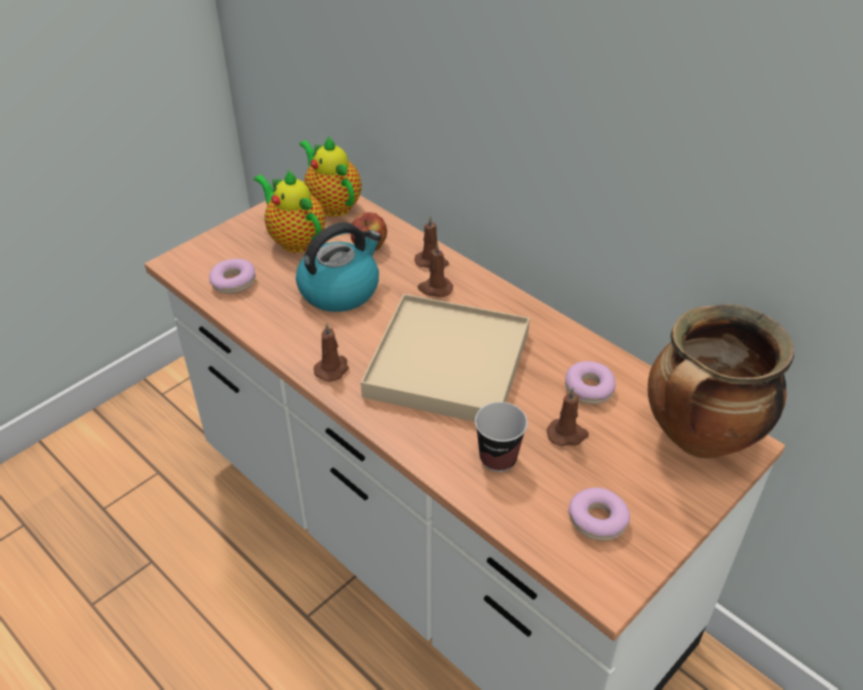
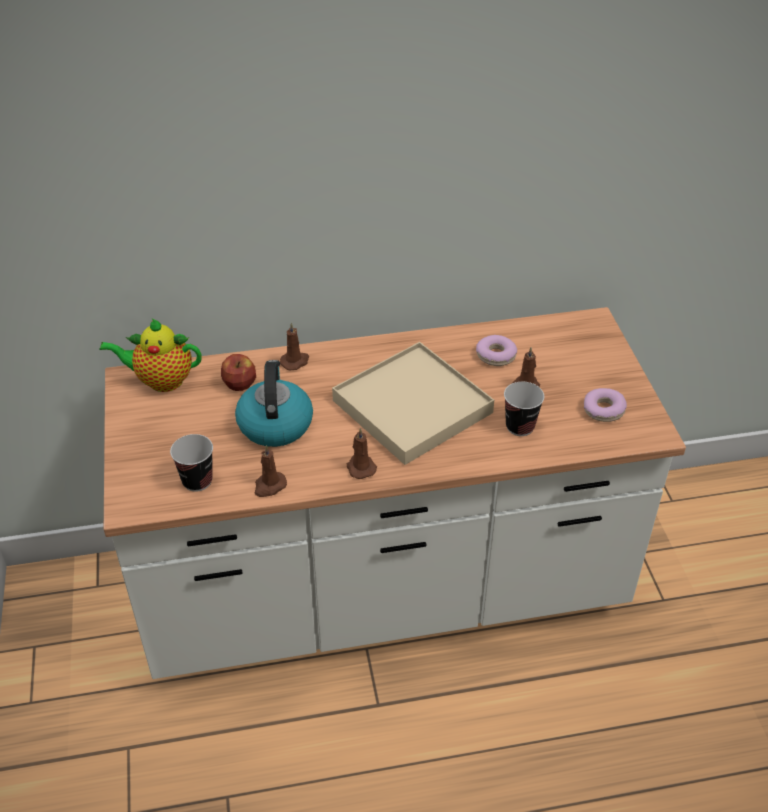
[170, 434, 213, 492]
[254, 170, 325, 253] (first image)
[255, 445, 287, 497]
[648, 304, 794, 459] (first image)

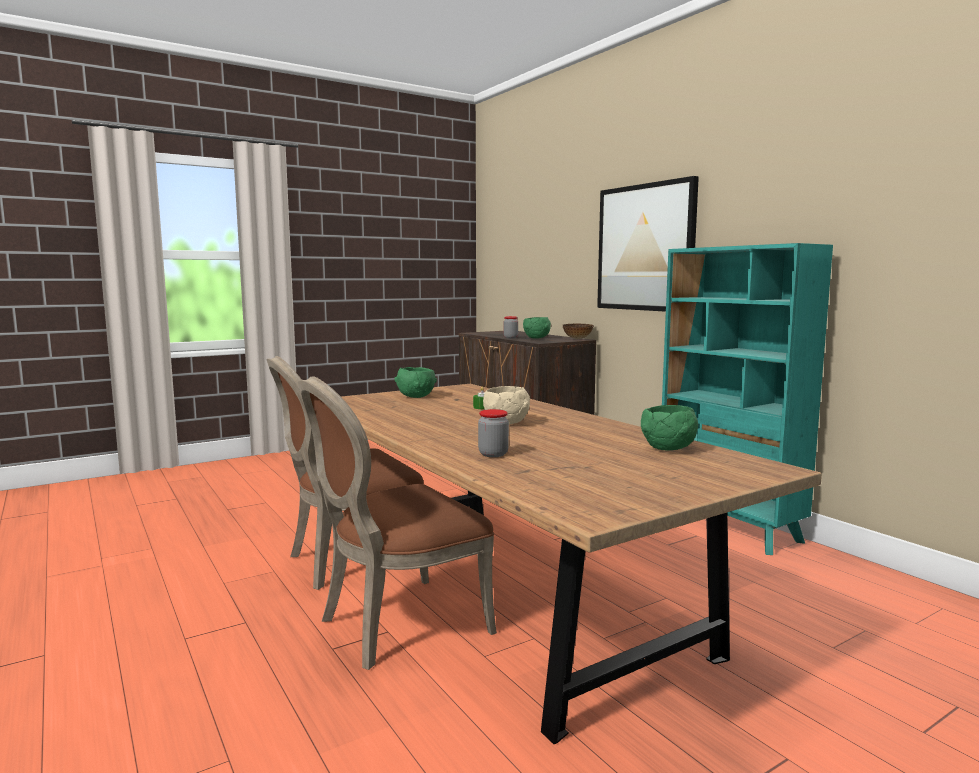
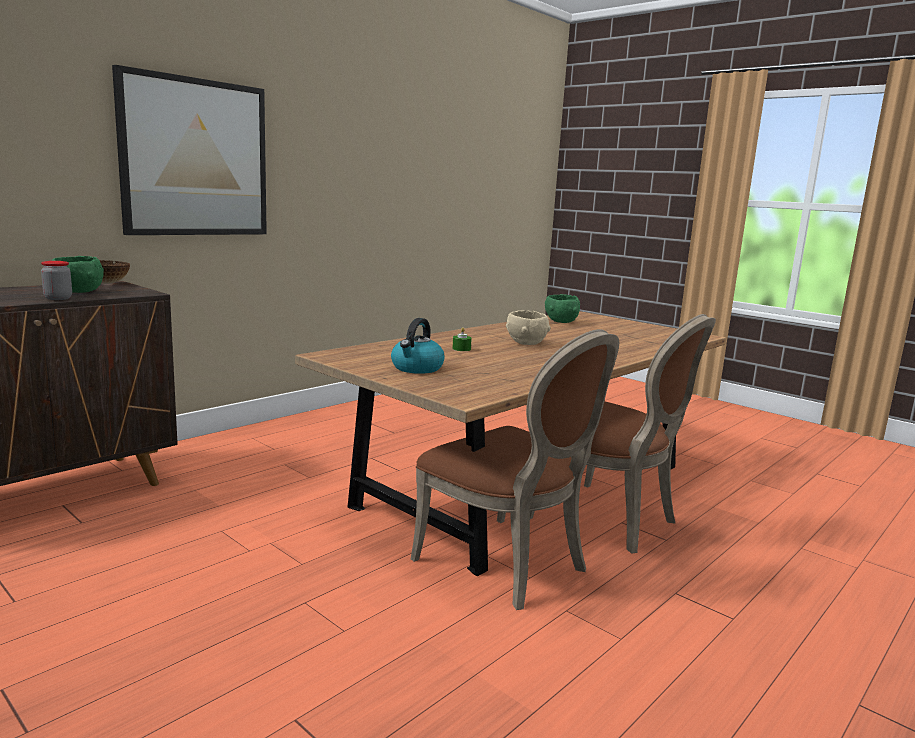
[391, 318, 444, 374]
[478, 409, 509, 457] (first image)
[662, 243, 833, 555] (first image)

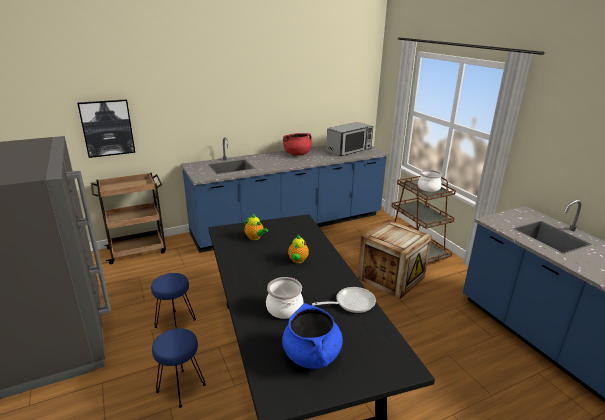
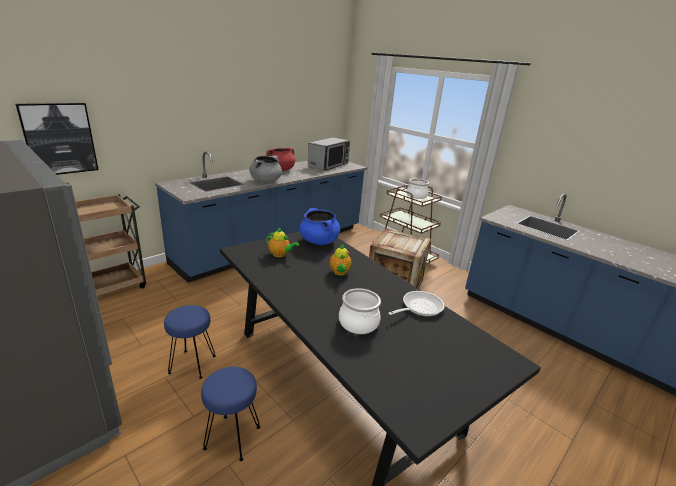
[300, 208, 340, 245]
[249, 155, 282, 183]

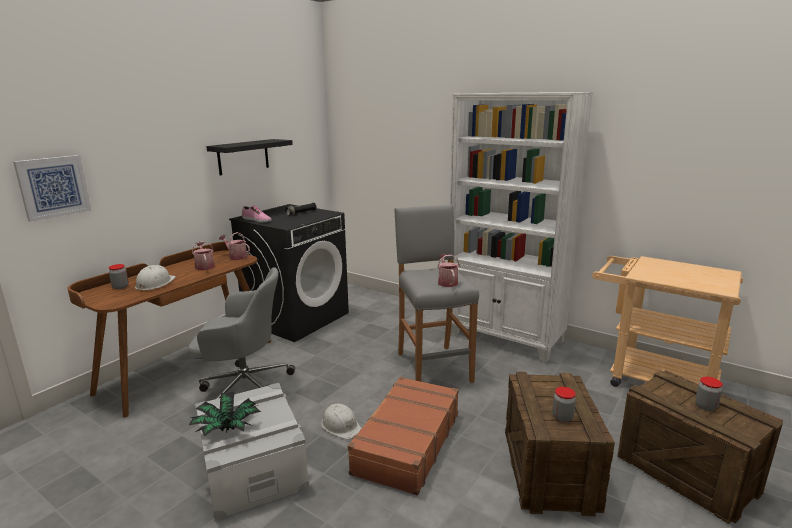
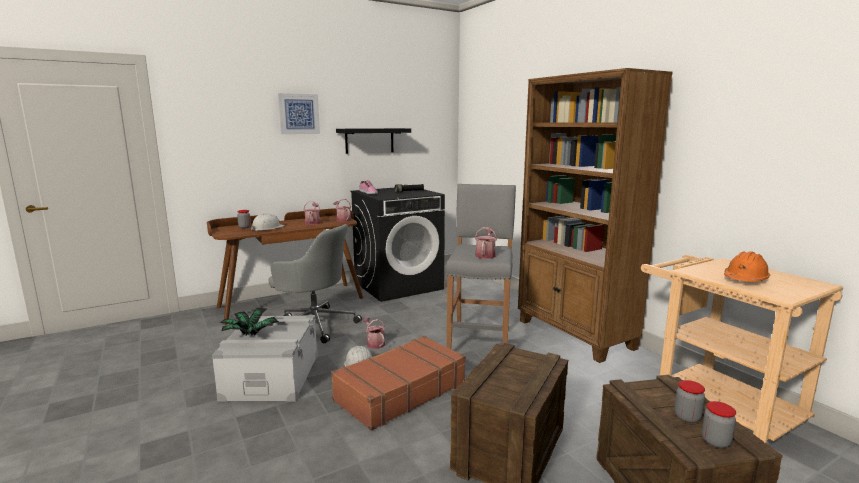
[278, 93, 320, 134]
[518, 68, 673, 363]
[702, 401, 736, 448]
[363, 318, 385, 349]
[724, 251, 770, 282]

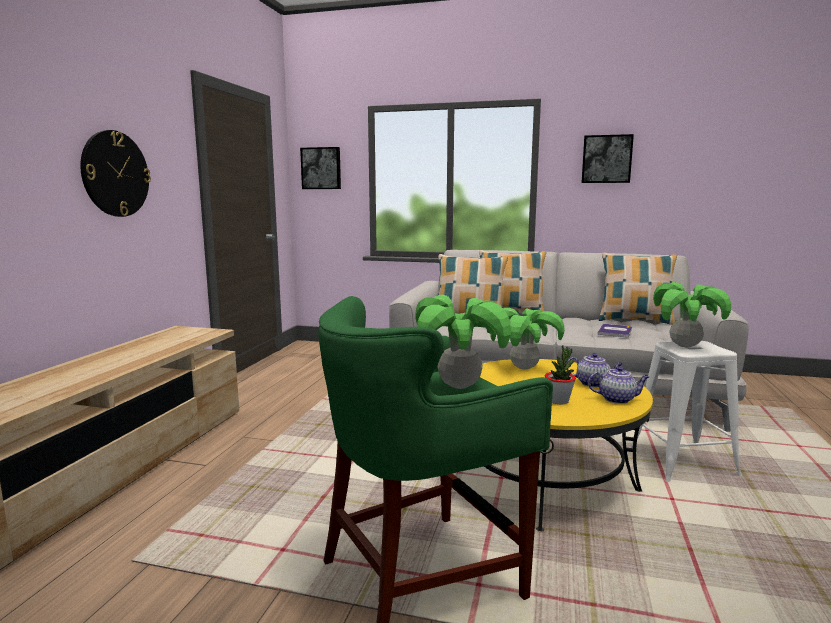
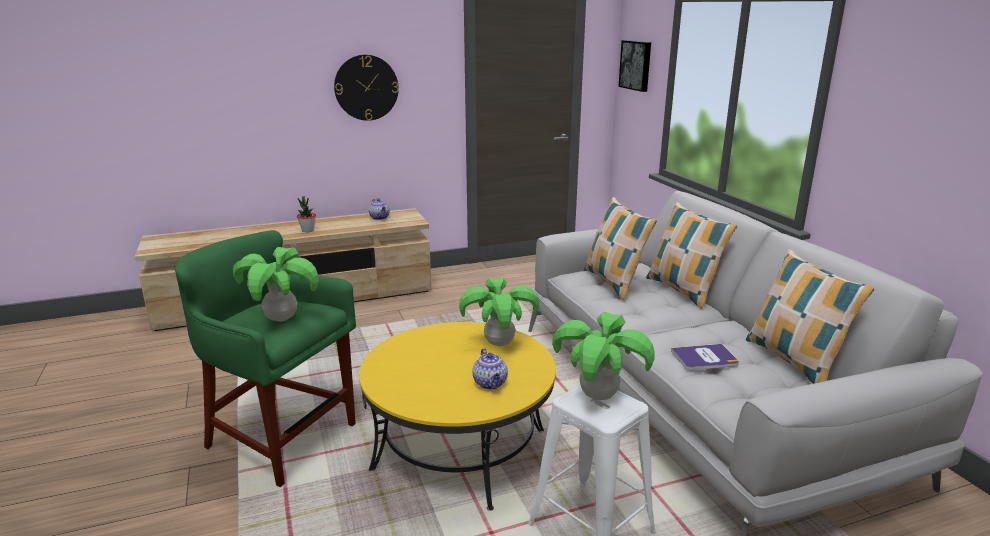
[297, 196, 316, 232]
[582, 134, 634, 183] (first image)
[368, 198, 390, 220]

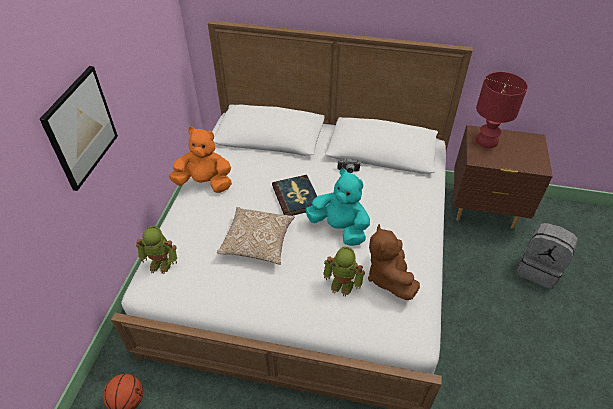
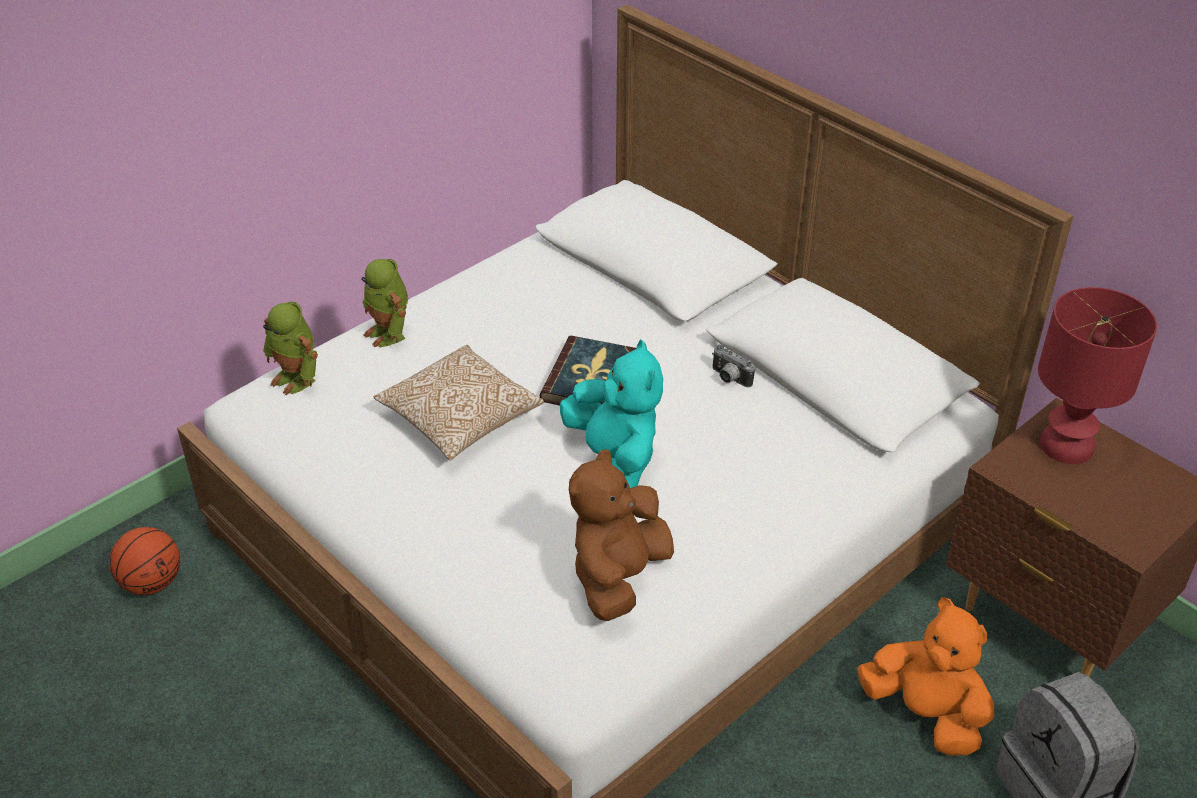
[40, 66, 118, 191] (first image)
[857, 597, 994, 756]
[361, 259, 408, 347]

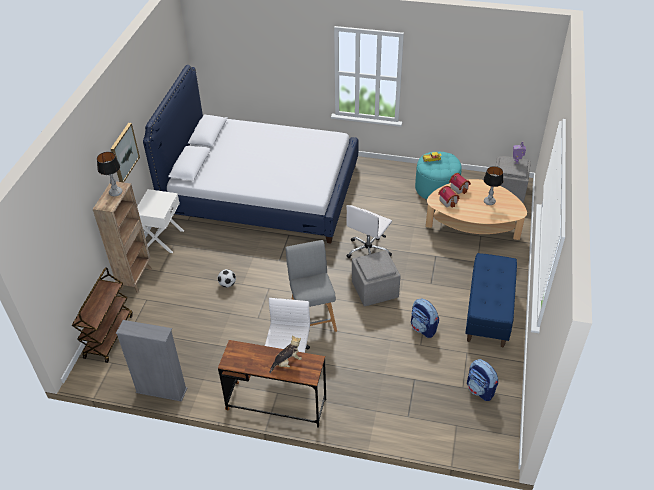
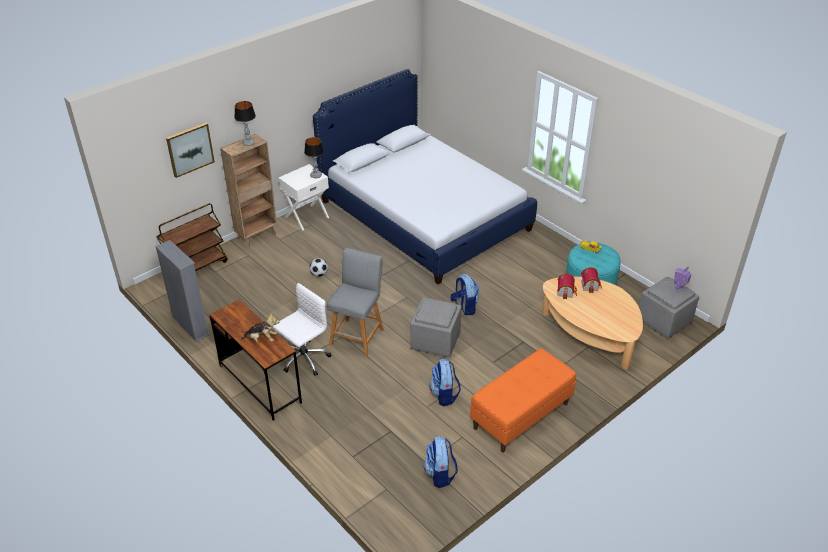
[166, 123, 215, 178]
[450, 274, 479, 316]
[470, 349, 576, 452]
[304, 137, 324, 178]

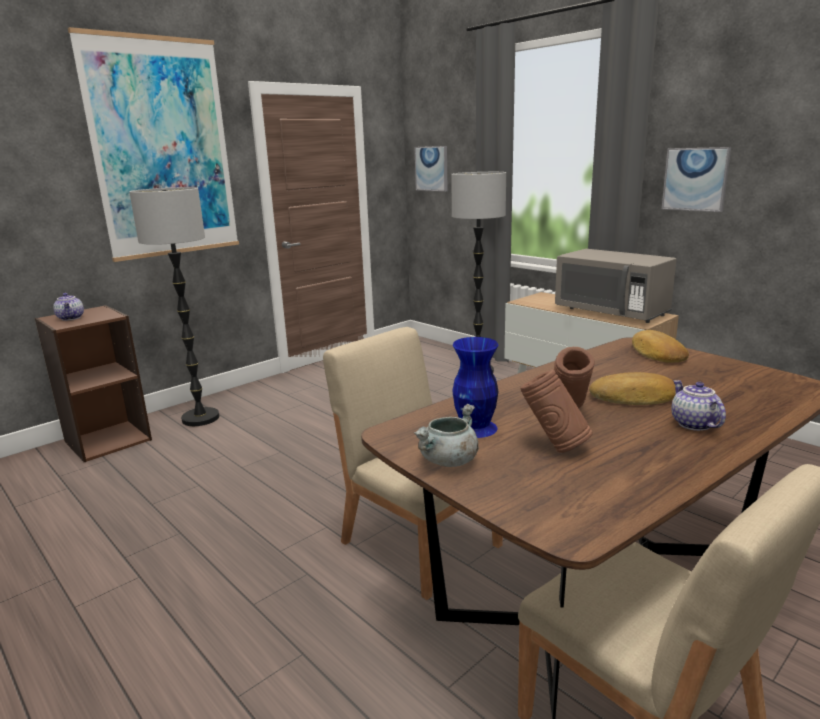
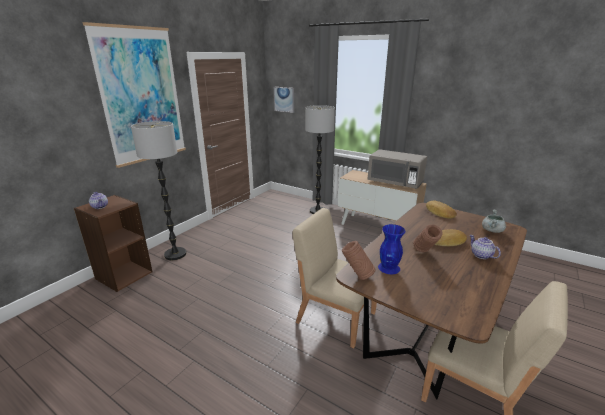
[482, 209, 506, 233]
[342, 241, 376, 280]
[662, 147, 731, 212] (first image)

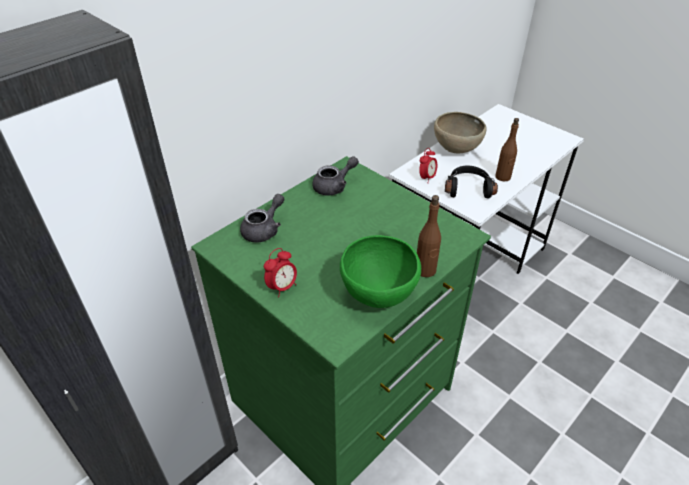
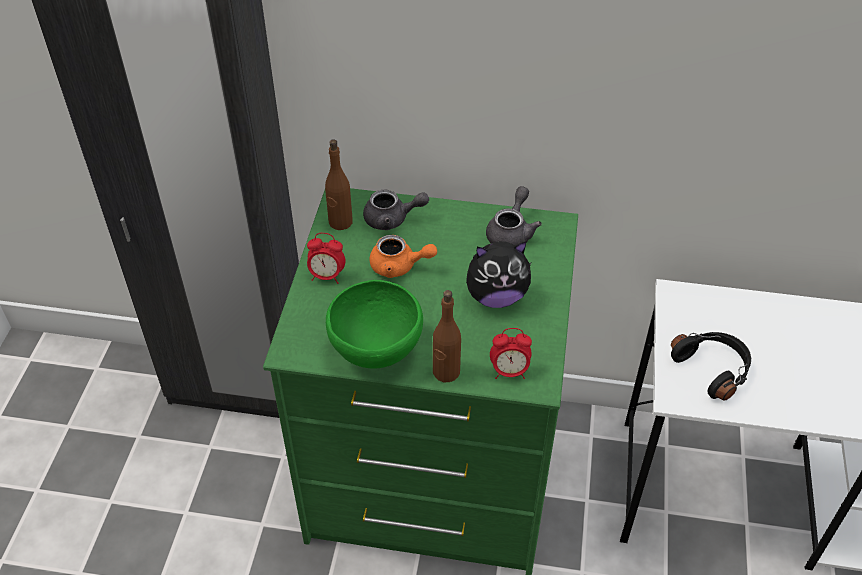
[486, 186, 542, 246]
[490, 328, 532, 379]
[434, 112, 487, 154] (first image)
[325, 139, 353, 230]
[369, 235, 437, 278]
[466, 241, 531, 308]

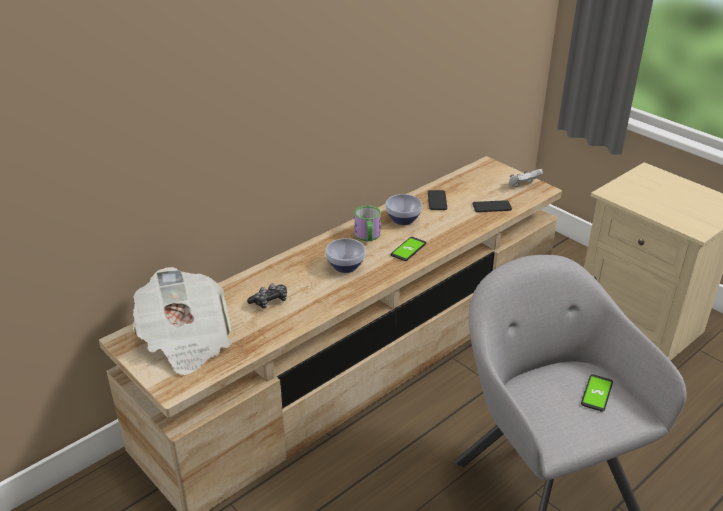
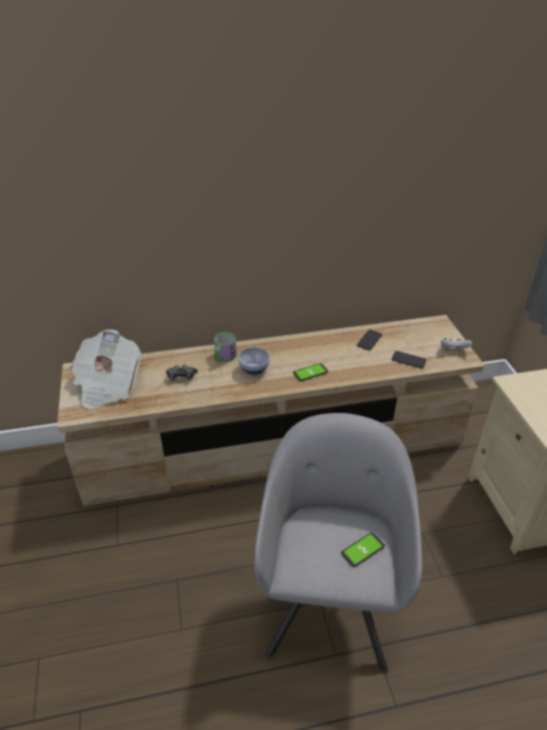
[214, 332, 236, 362]
[385, 194, 422, 225] (first image)

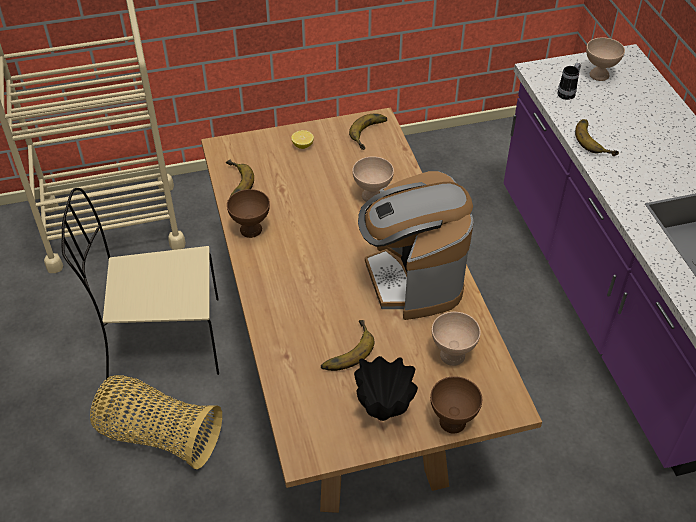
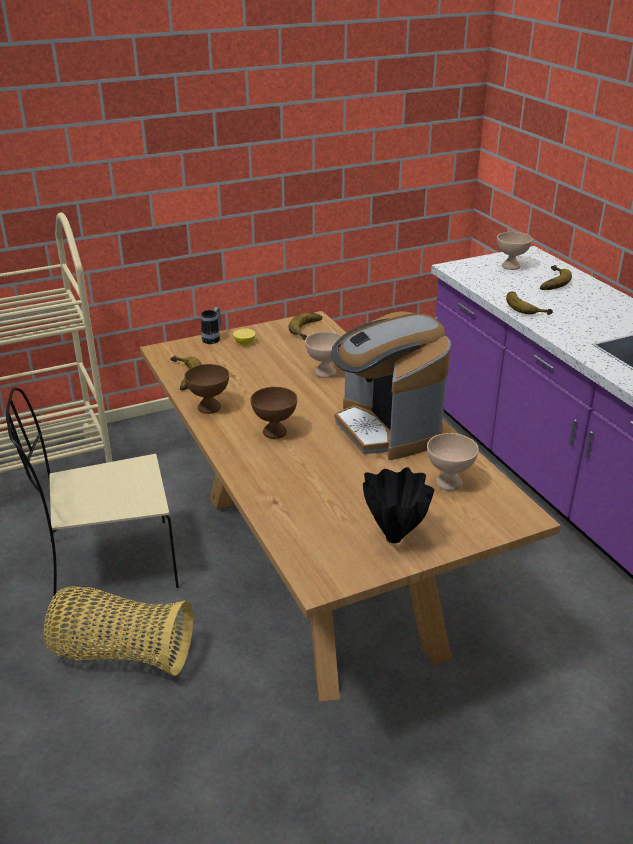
[540, 265, 572, 290]
[251, 387, 297, 439]
[201, 307, 221, 344]

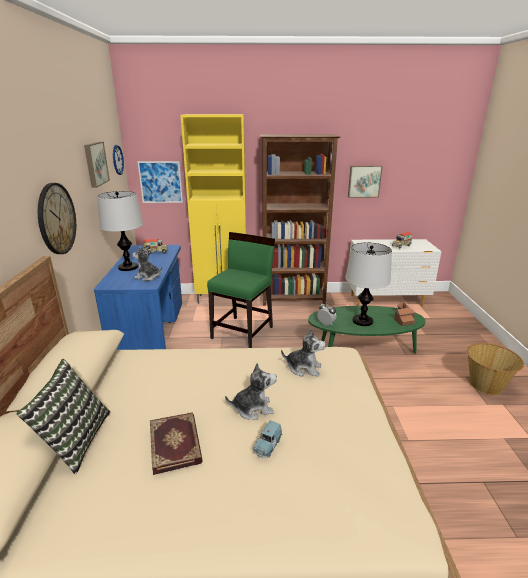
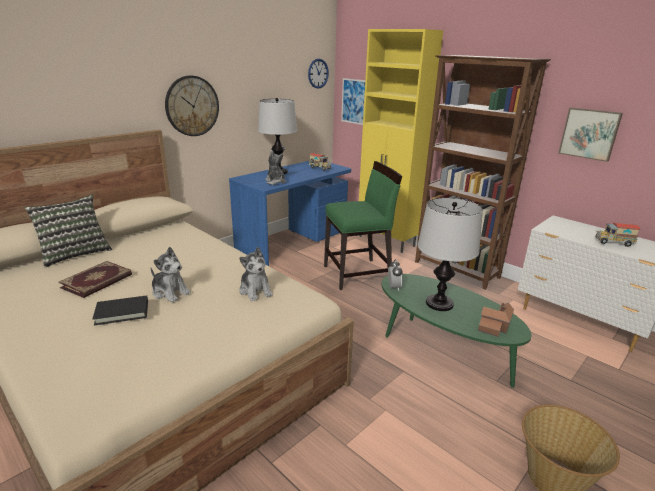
[84, 142, 110, 188] (first image)
[93, 296, 148, 325]

